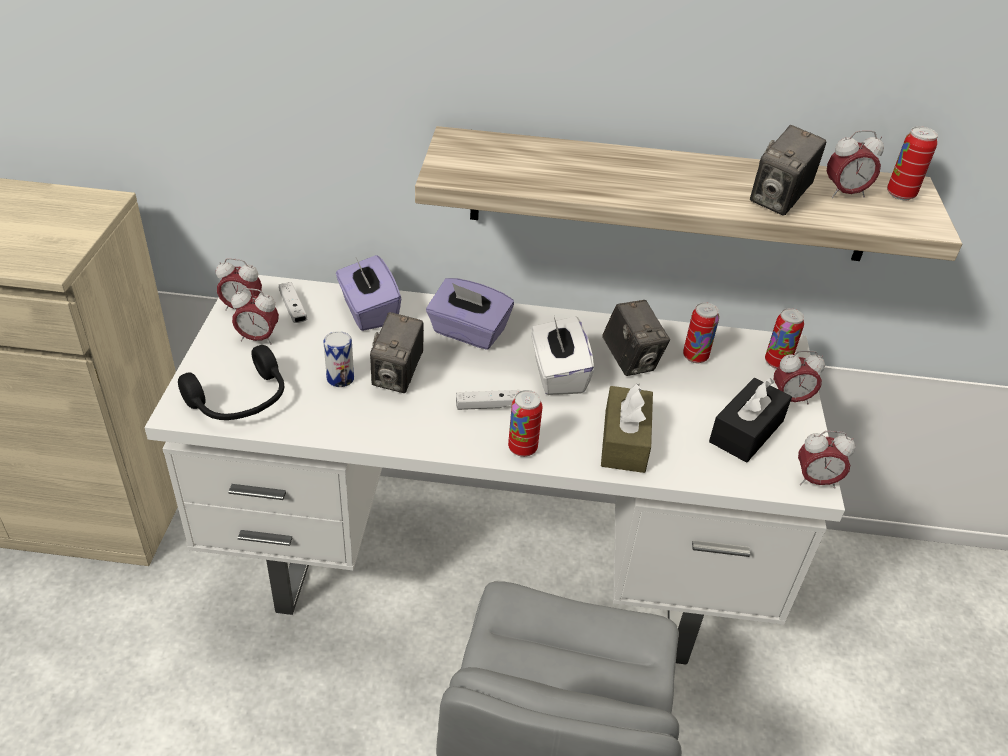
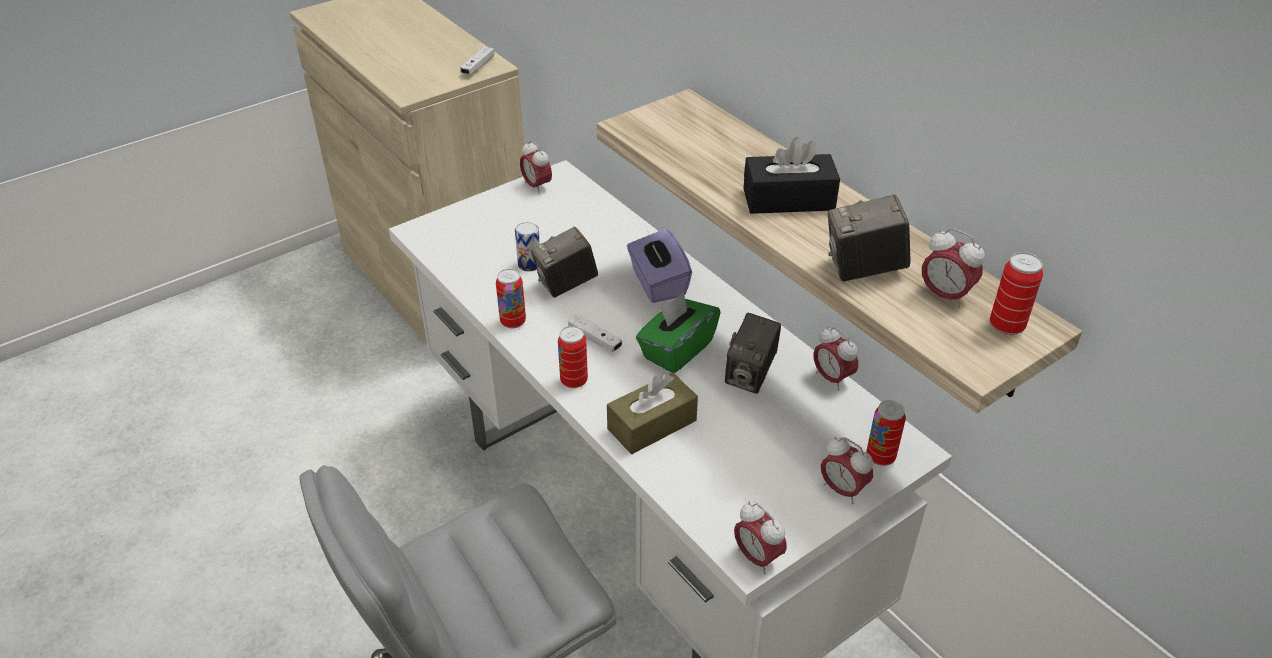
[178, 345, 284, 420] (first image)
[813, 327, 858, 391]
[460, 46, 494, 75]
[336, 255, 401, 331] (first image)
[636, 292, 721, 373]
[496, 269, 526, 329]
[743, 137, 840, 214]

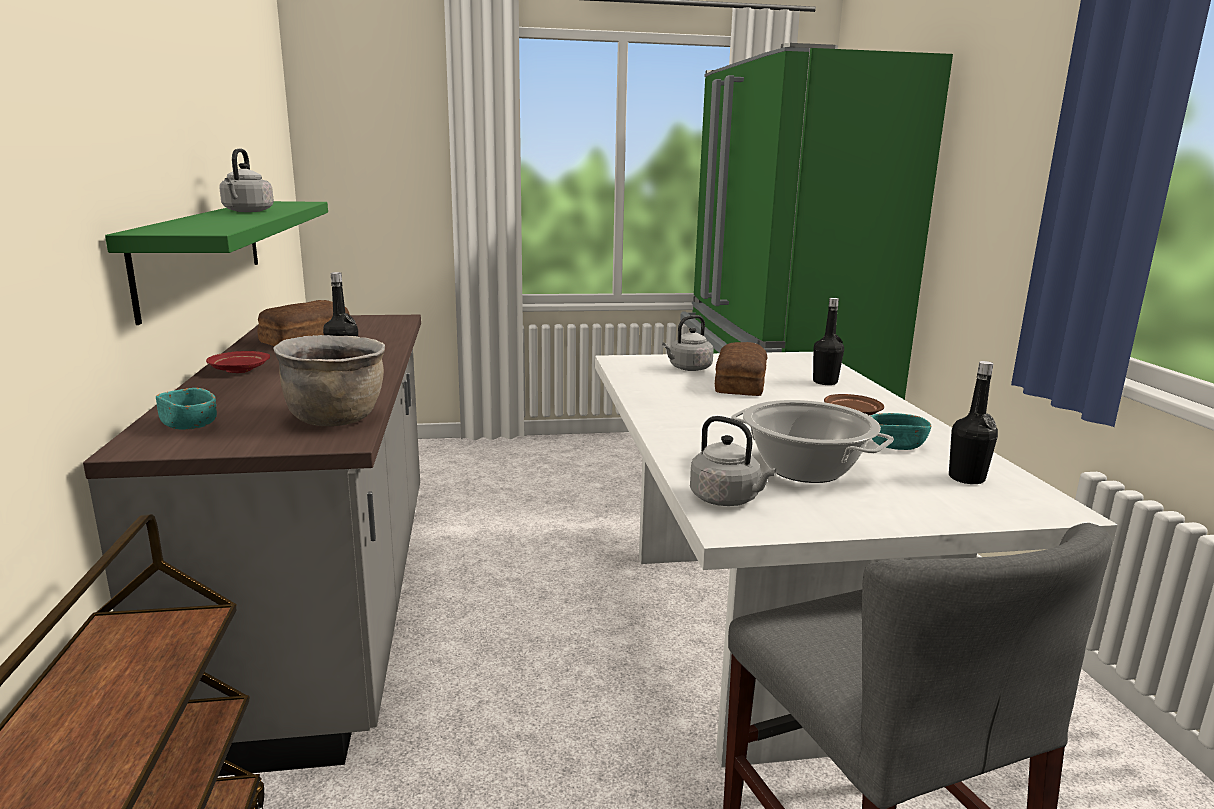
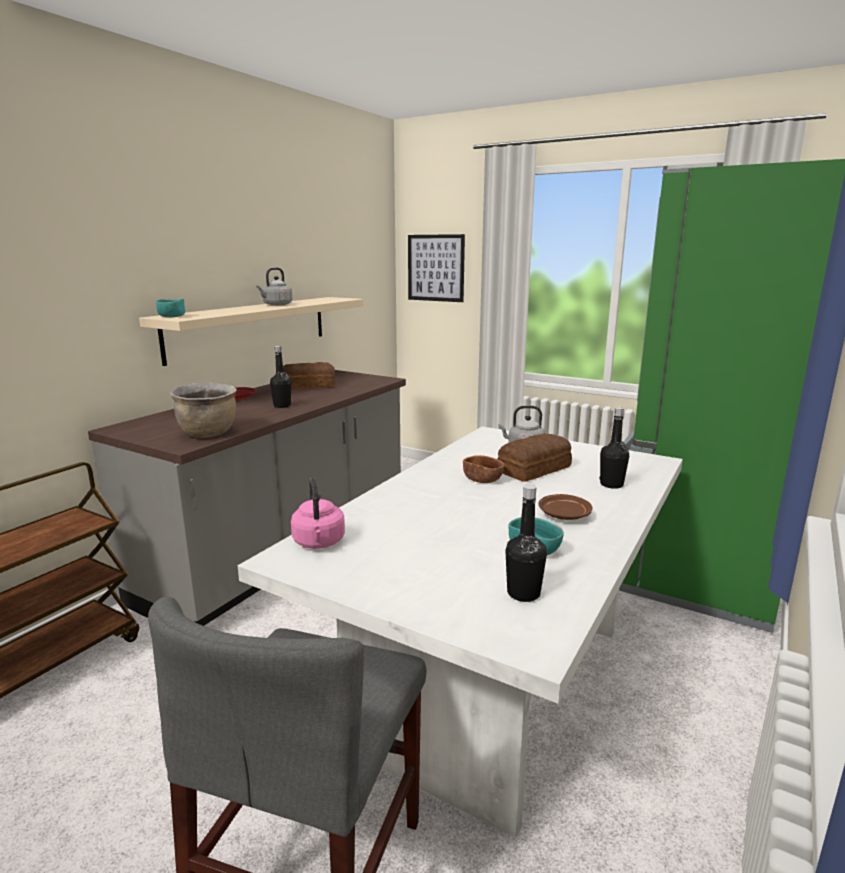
[139, 297, 363, 366]
[156, 299, 185, 317]
[291, 478, 345, 549]
[731, 400, 894, 483] (first image)
[408, 234, 465, 302]
[463, 455, 504, 483]

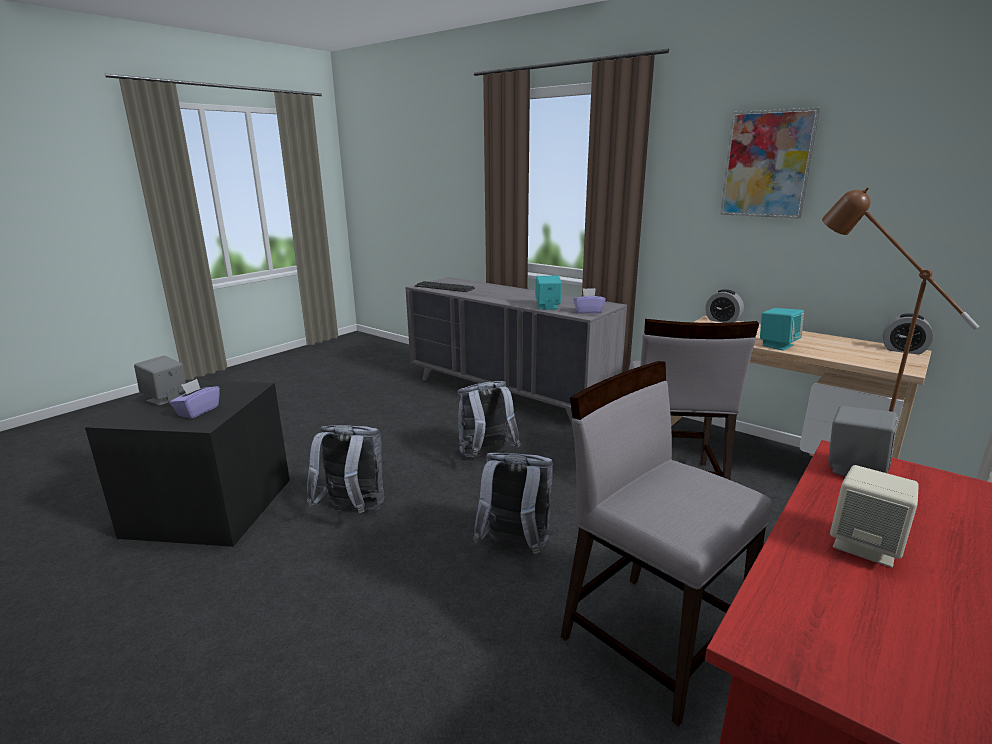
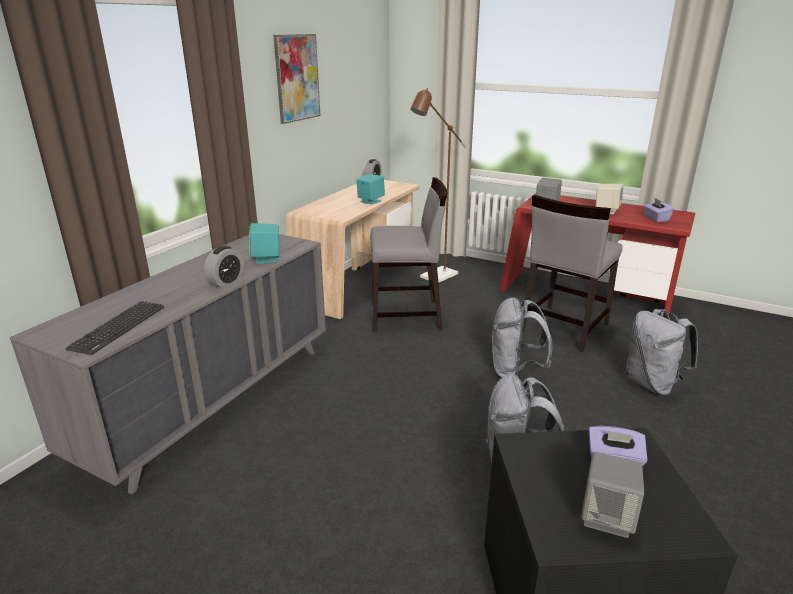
[625, 309, 698, 396]
[643, 197, 674, 222]
[204, 246, 244, 288]

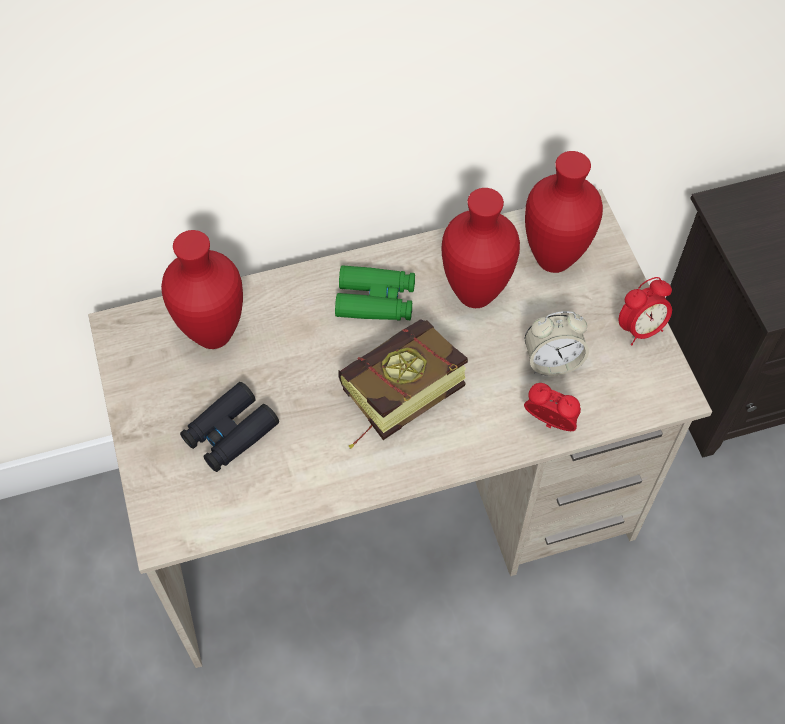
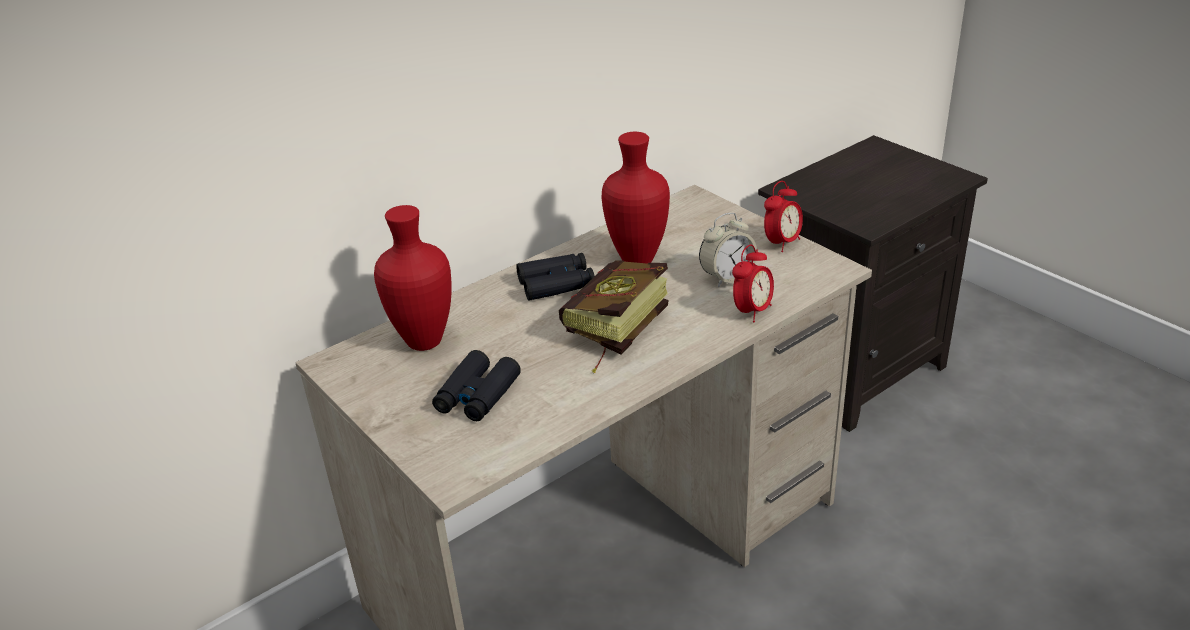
[516, 253, 594, 301]
[732, 244, 774, 322]
[525, 151, 603, 273] (first image)

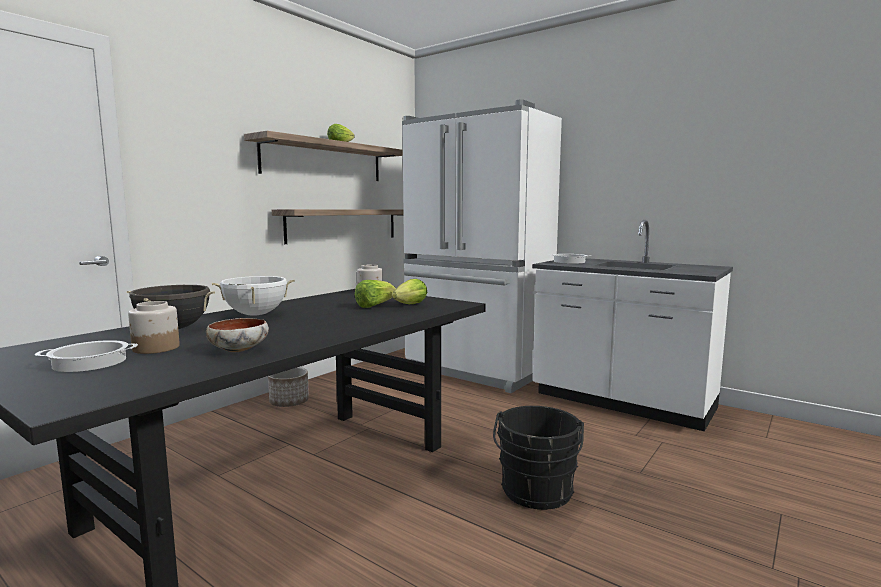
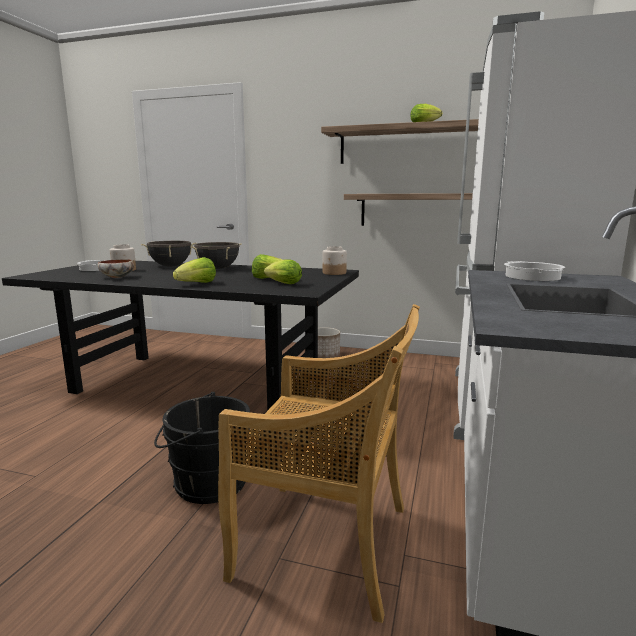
[191, 242, 242, 269]
[173, 257, 216, 283]
[218, 304, 420, 623]

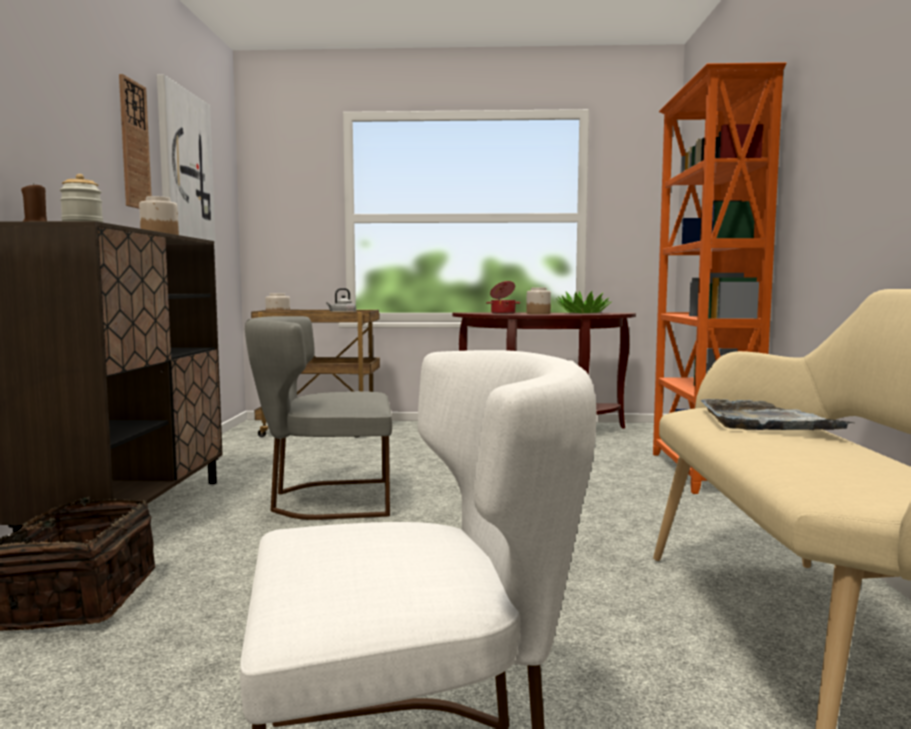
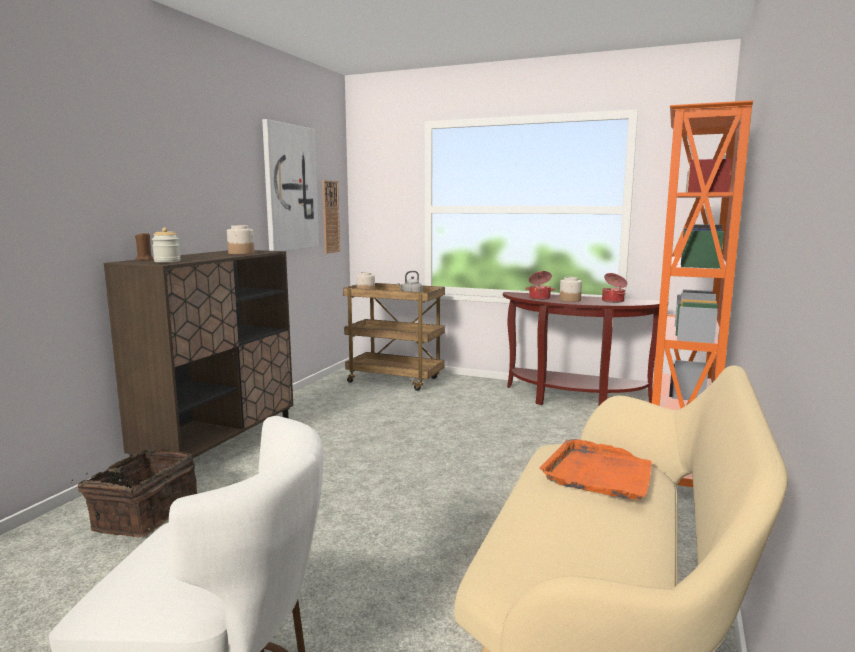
[322, 180, 340, 254]
[245, 316, 392, 520] (first image)
[602, 273, 627, 303]
[539, 439, 652, 500]

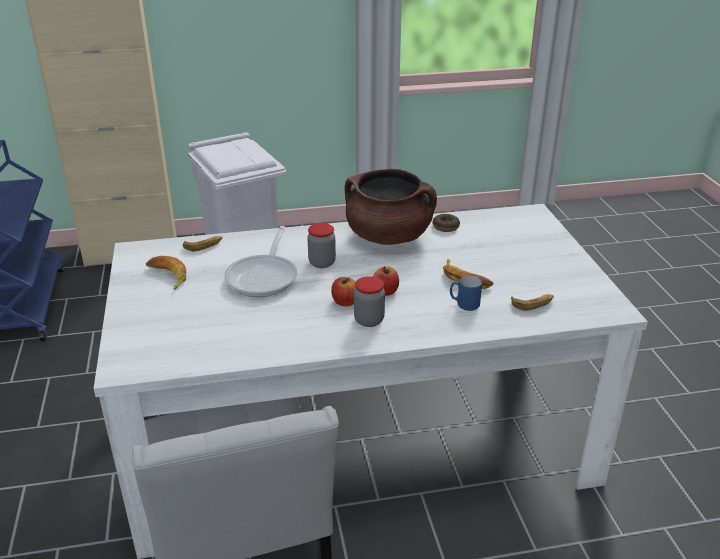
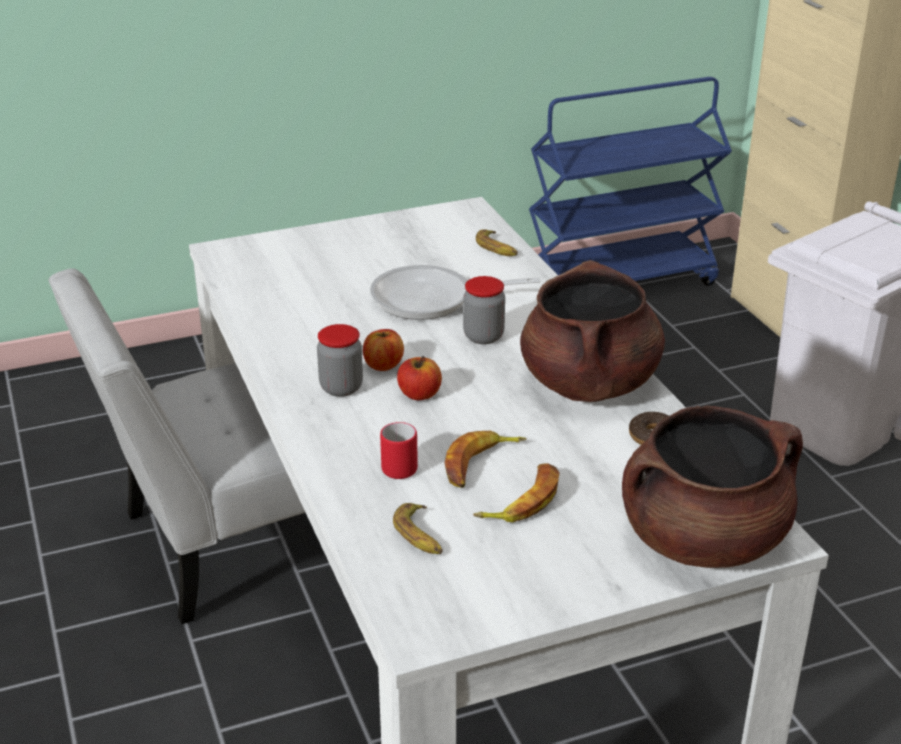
[473, 463, 559, 522]
[380, 422, 418, 479]
[622, 406, 803, 568]

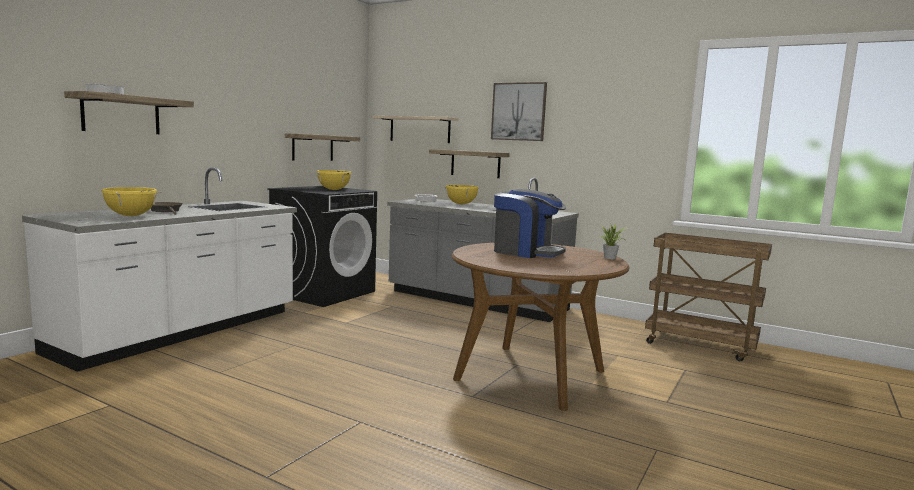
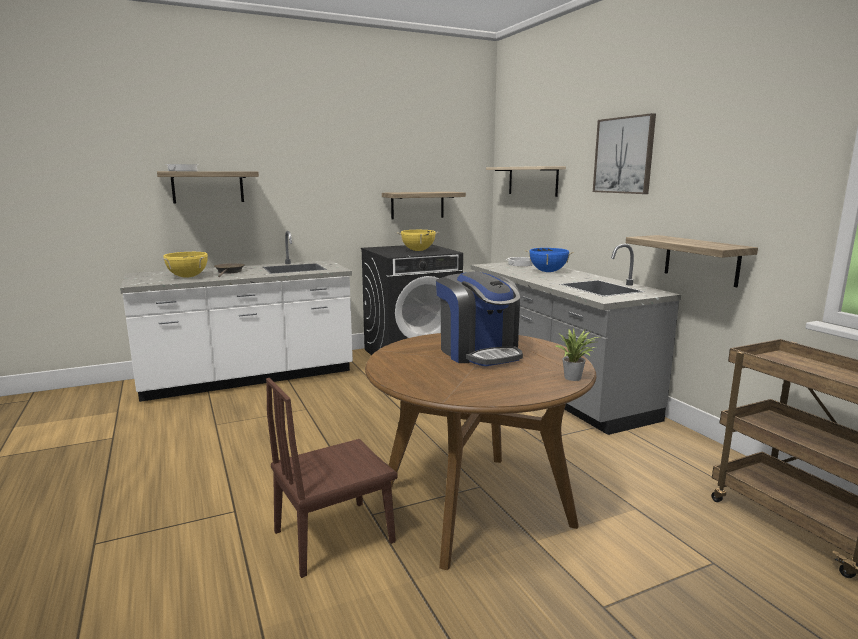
[626, 235, 758, 287]
[525, 248, 574, 272]
[266, 378, 398, 578]

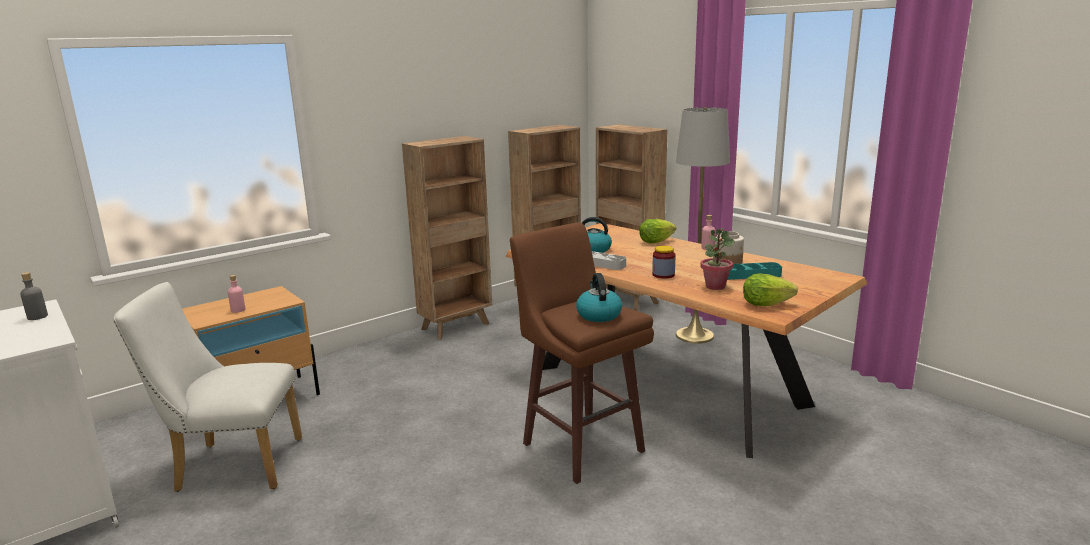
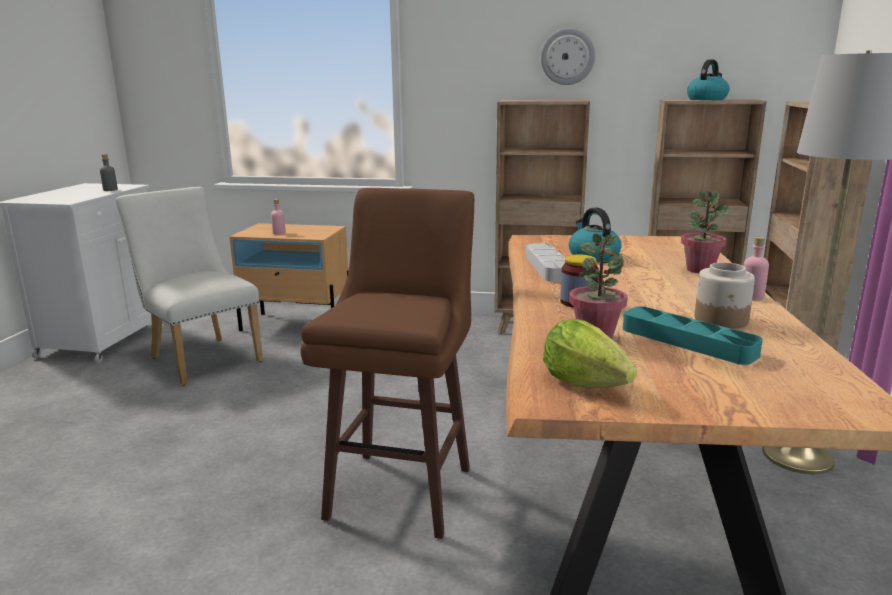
[687, 59, 729, 100]
[681, 191, 730, 273]
[541, 28, 595, 85]

